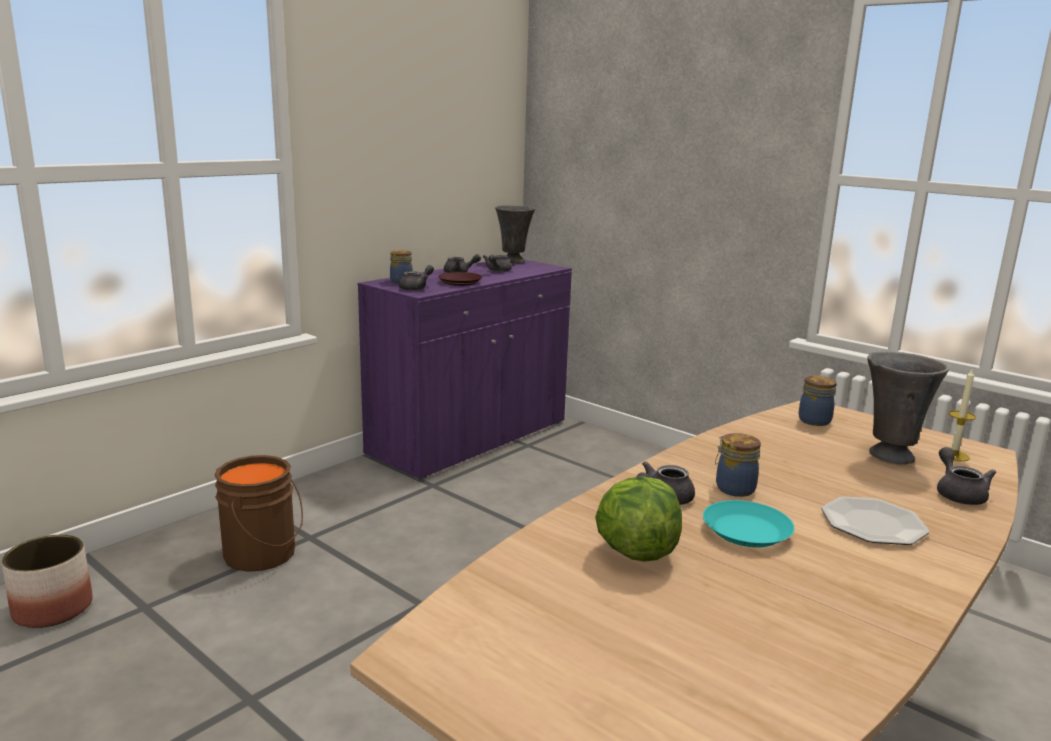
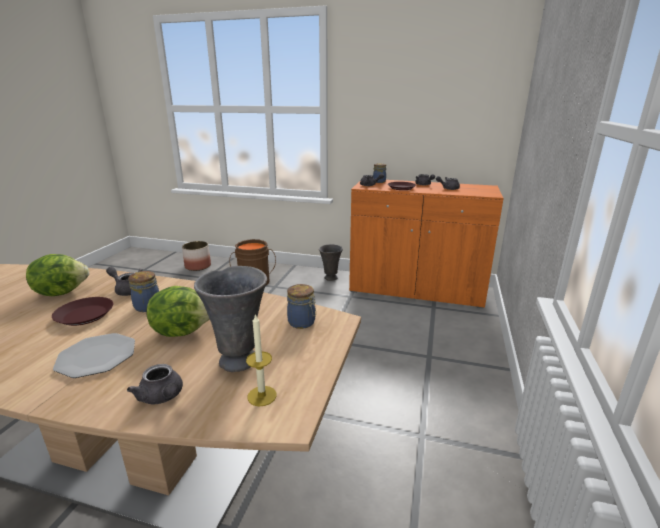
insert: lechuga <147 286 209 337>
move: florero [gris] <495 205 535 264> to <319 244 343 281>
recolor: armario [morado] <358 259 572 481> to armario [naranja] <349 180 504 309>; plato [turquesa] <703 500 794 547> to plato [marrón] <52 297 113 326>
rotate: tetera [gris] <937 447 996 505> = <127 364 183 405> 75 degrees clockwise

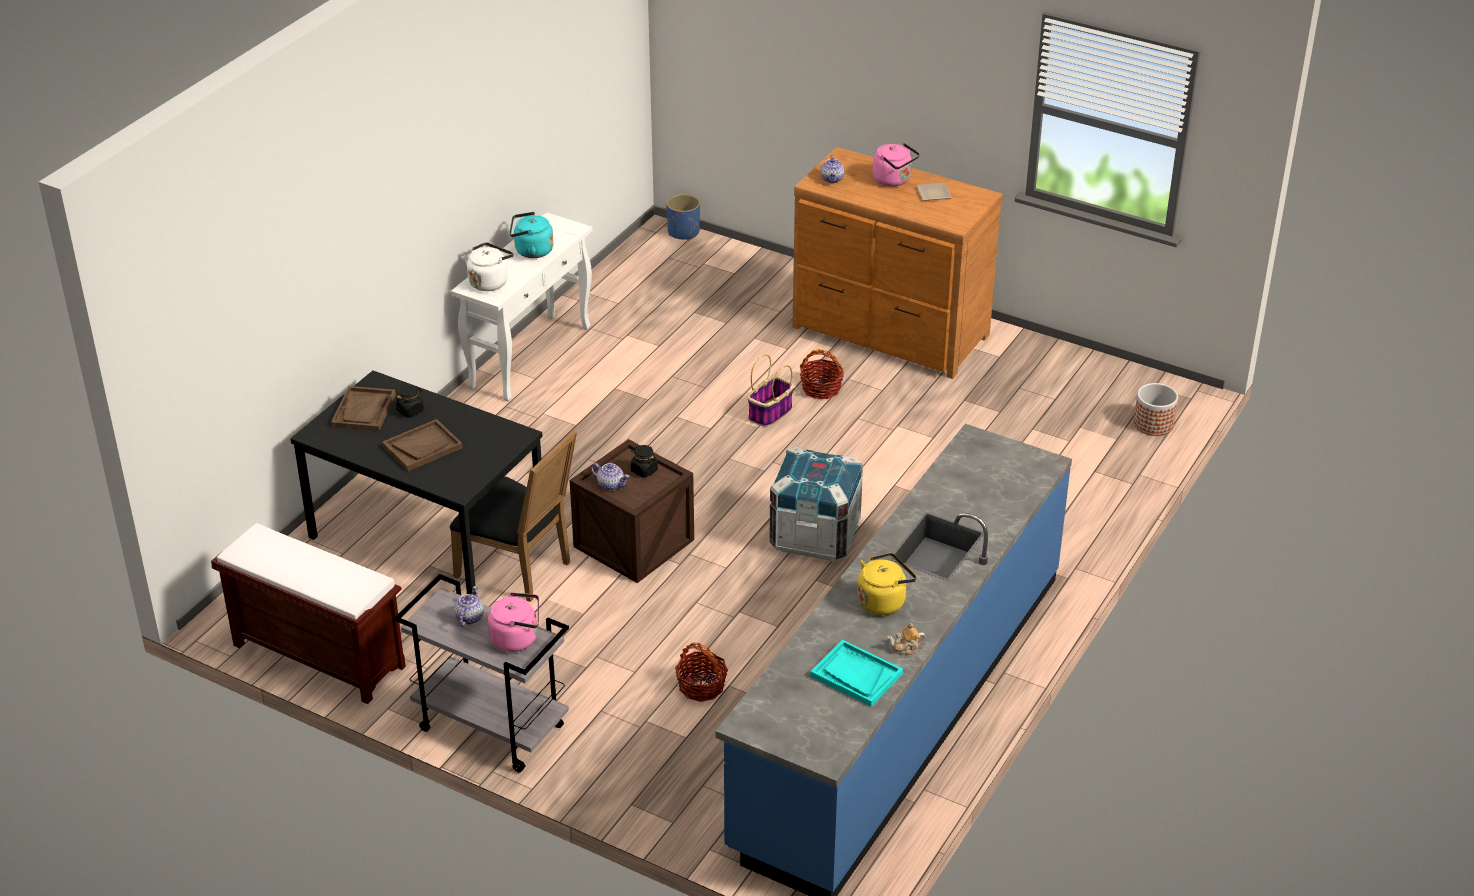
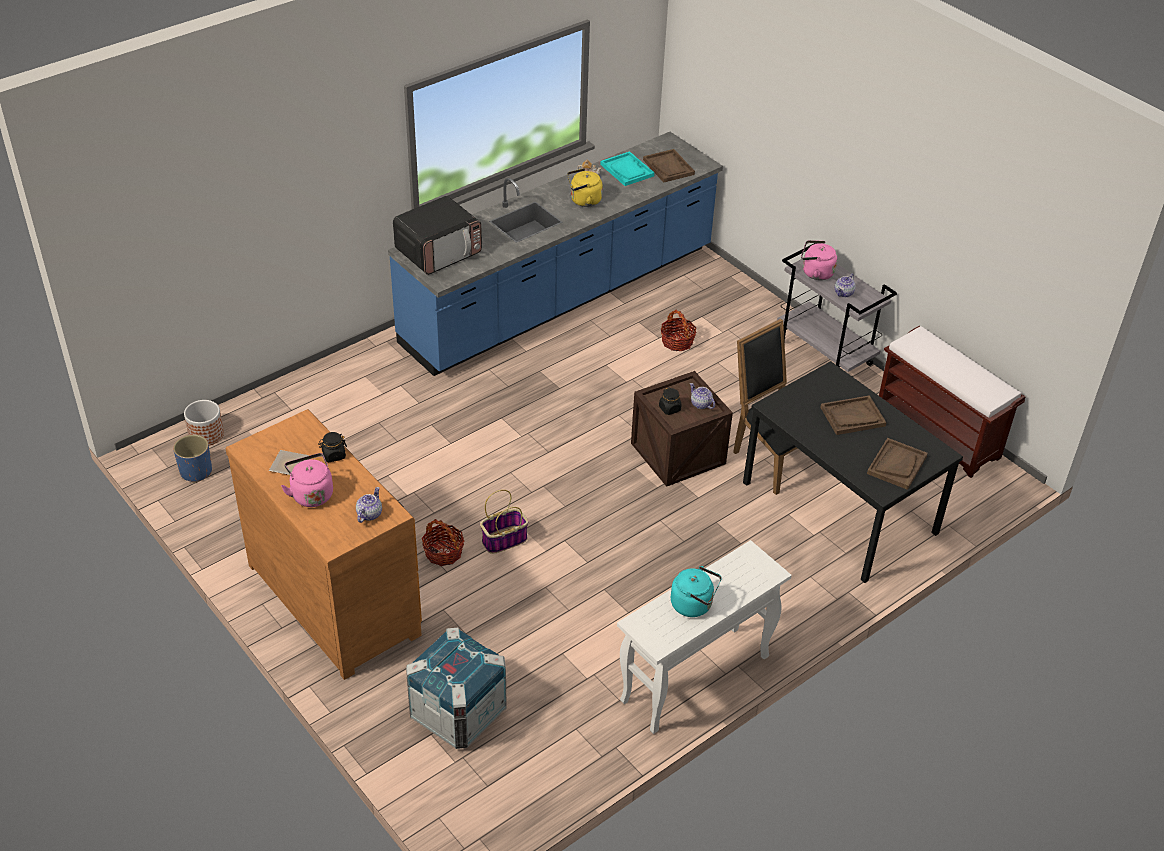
delete: hervidor [blanco] <464 242 514 291>
insert: bandeja [marrón] <643 149 695 183>; microondas <393 196 482 275>
move: maceta [azul] <666 194 700 240> to <173 435 212 483>; tarro [negro] <396 385 424 417> to <318 432 347 462>; caja de embalaje <769 446 863 561> to <406 627 506 749>

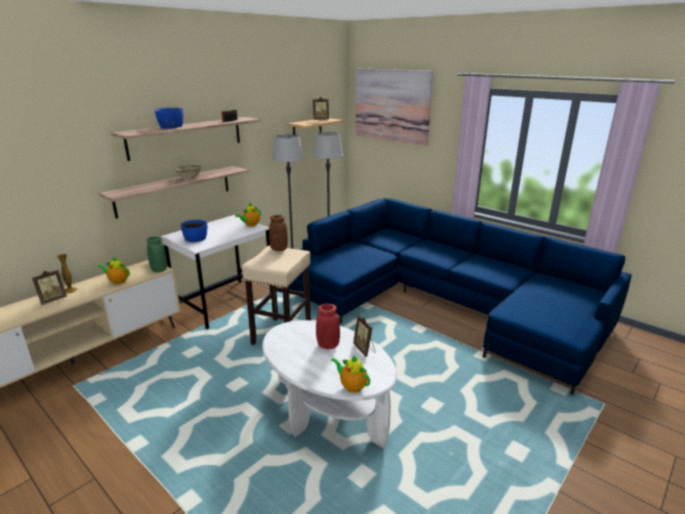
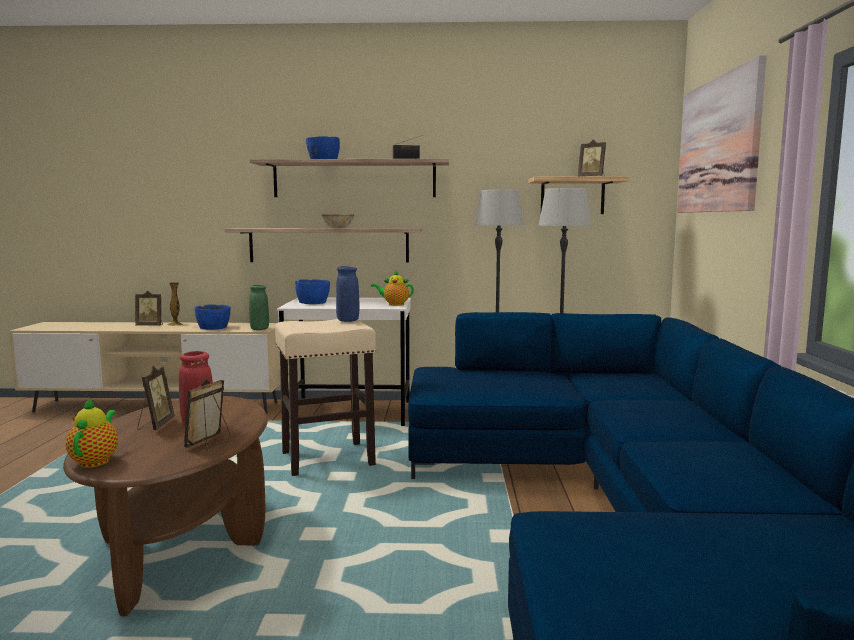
insert: portarretratos <137 366 175 430>
replace: tetera <98 256 130 284> to cuenco [azul] <194 304 231 330>
recolor: florero [marrón] <269 215 288 251> to florero [azul] <336 266 359 322>; mesa de centro [blanco] <262 320 397 448> to mesa de centro [marrón] <63 396 268 616>

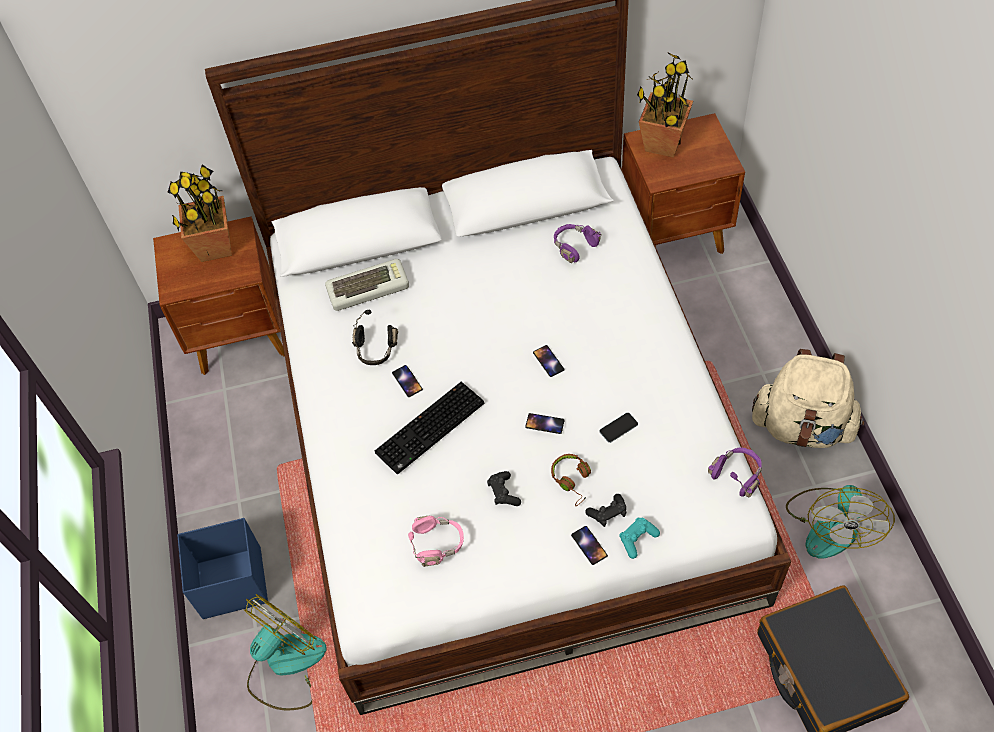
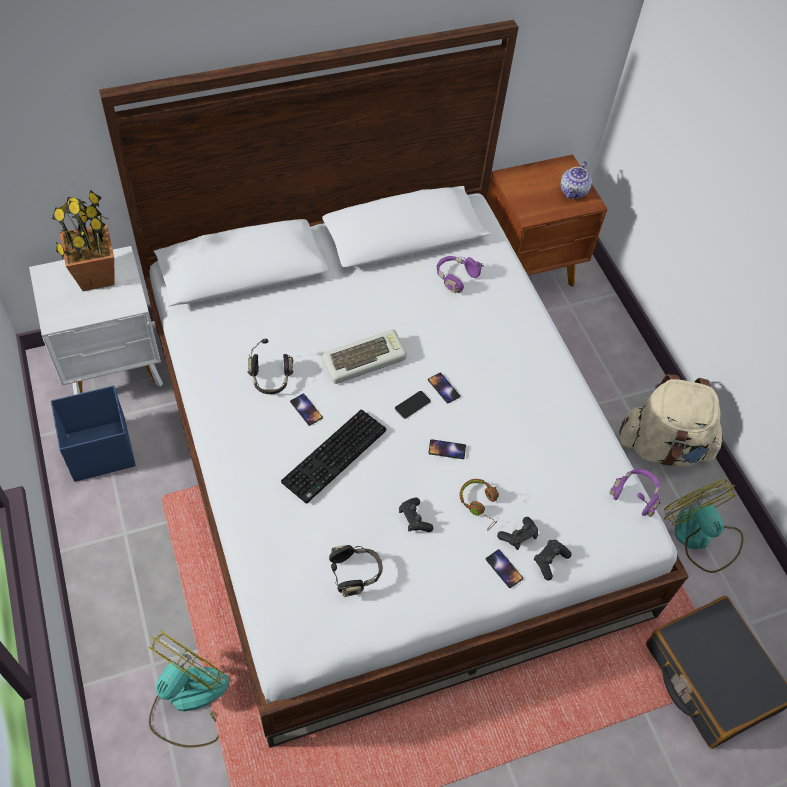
delete: planta en maceta <637 53 694 157>
insert: tetera <560 161 592 199>
move: teclado <325 259 409 311> to <322 330 407 384>; móvil <600 413 638 443> to <395 391 431 419>; caja de almacenaje [azul] <177 518 268 619> to <51 385 136 482>
recolor: mesita de noche [marrón] <153 216 285 375> to mesita de noche [blanco] <29 246 163 395>; auriculares [rosa] <408 516 464 567> to auriculares [negro] <329 545 383 597>; mando de consola [turquesa] <619 517 660 559> to mando de consola [negro] <534 540 572 581>
rotate: ventilador <786 485 895 559> = <664 479 743 573> 150 degrees clockwise

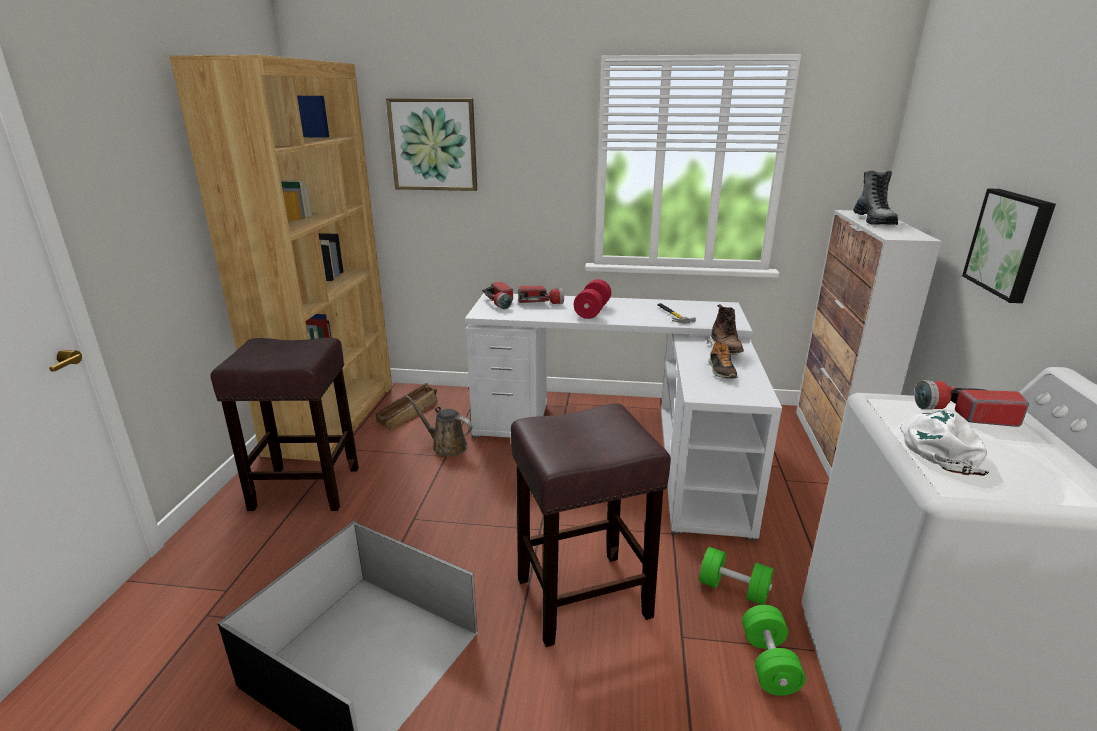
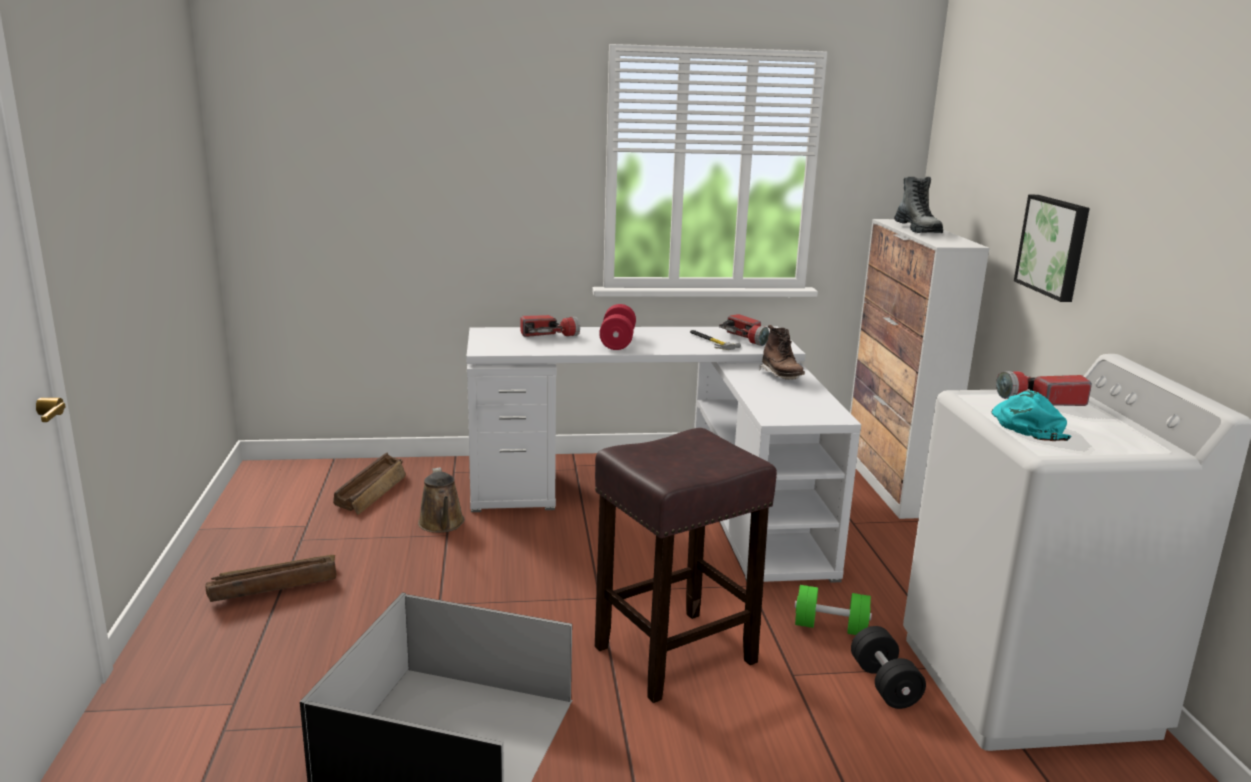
delete: estantería [marrón] <169 55 392 461>; cuadro <386 98 477 191>; zapato <708 342 738 378>
move: linterna <482 282 513 309> to <719 314 769 346>
replace: taburete [marrón] <210 338 359 511> to caja de embalaje <206 555 337 602>
recolor: gorra [blanco] <900 410 989 476> to gorra [turquesa] <991 390 1071 441>; mancuerna [verde] <742 605 806 696> to mancuerna [negro] <851 626 926 709>
rotate: regadera [marrón] <406 395 473 457> = <418 467 465 533> 120 degrees counterclockwise

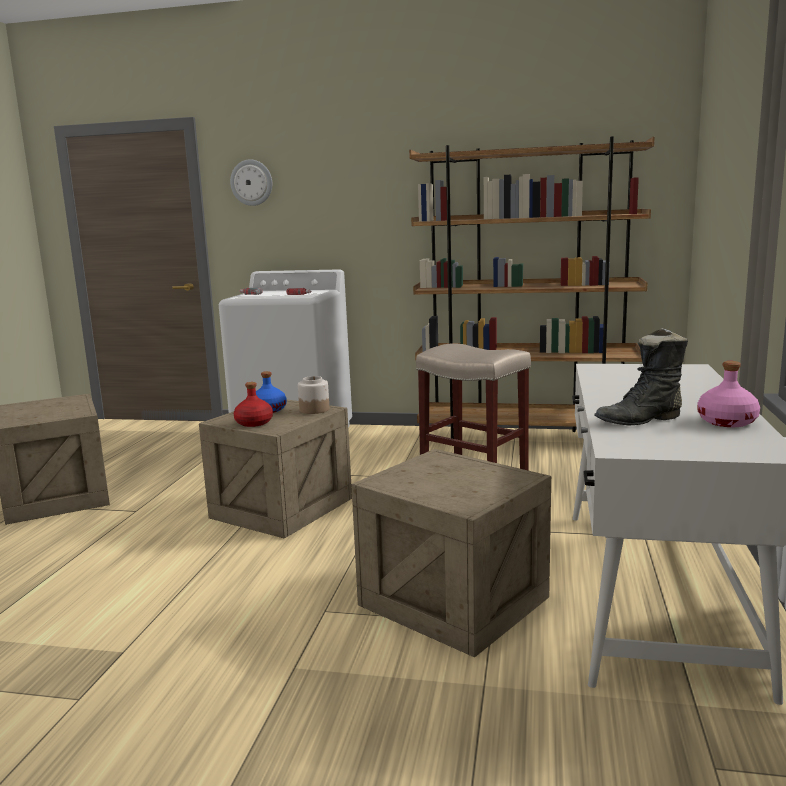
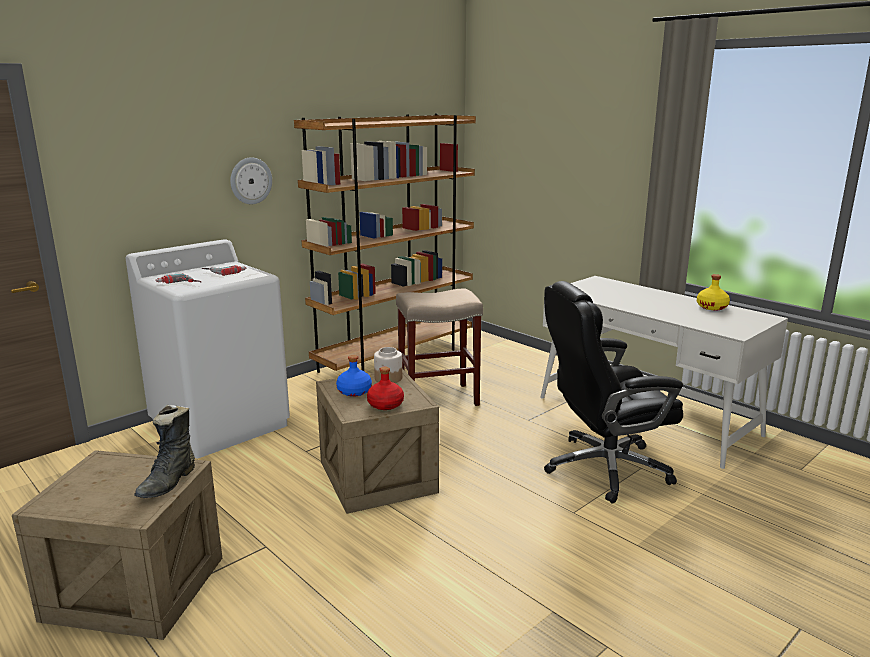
move: reloj de pared <230 159 272 206> to <230 157 272 204>; bota [negro] <594 328 688 425> to <134 405 195 498>
replace: caja de embalaje <351 449 551 658> to silla de oficina [negro] <544 281 683 504>
recolor: botella [rosa] <697 361 760 427> to botella [amarillo] <697 274 730 310>

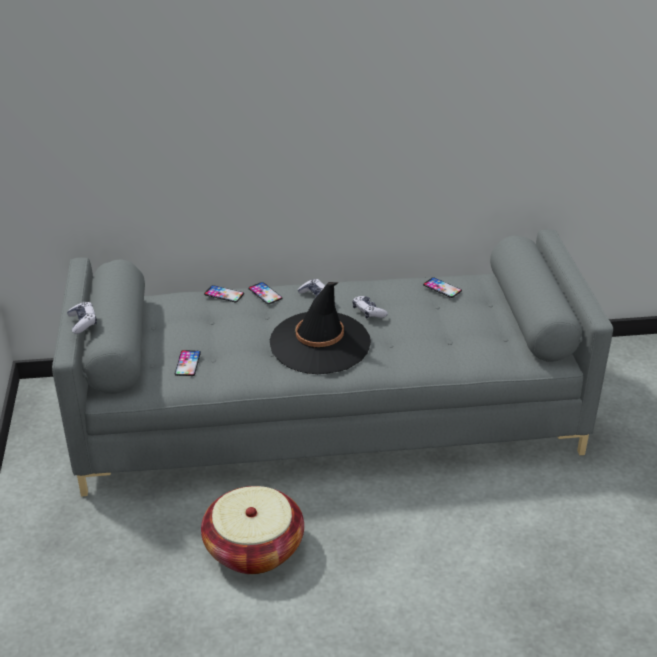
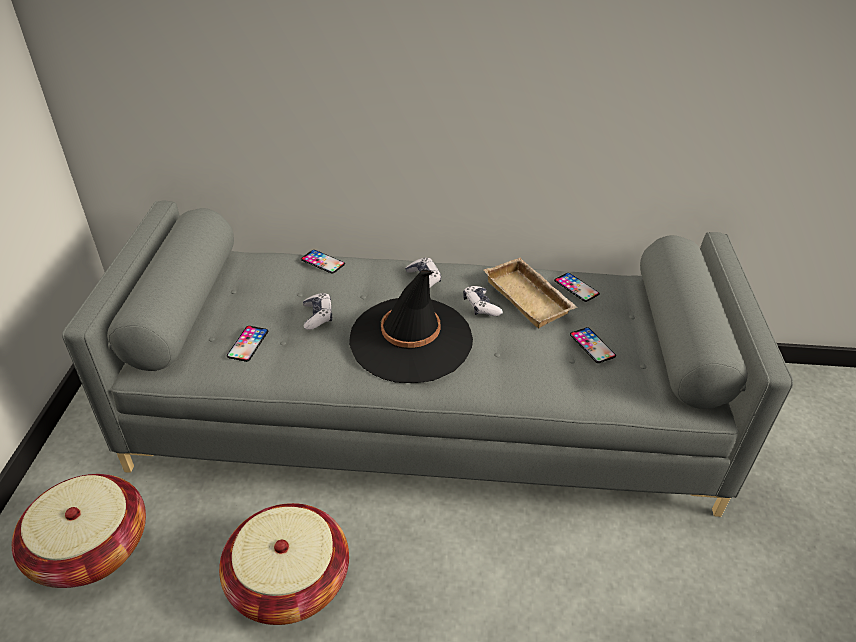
insert: bandeja [beis] <484 258 578 328>; cesta <12 474 146 588>
move: móvil <248 282 283 304> to <570 327 616 363>; mando de consola <67 302 97 334> to <303 293 332 330>

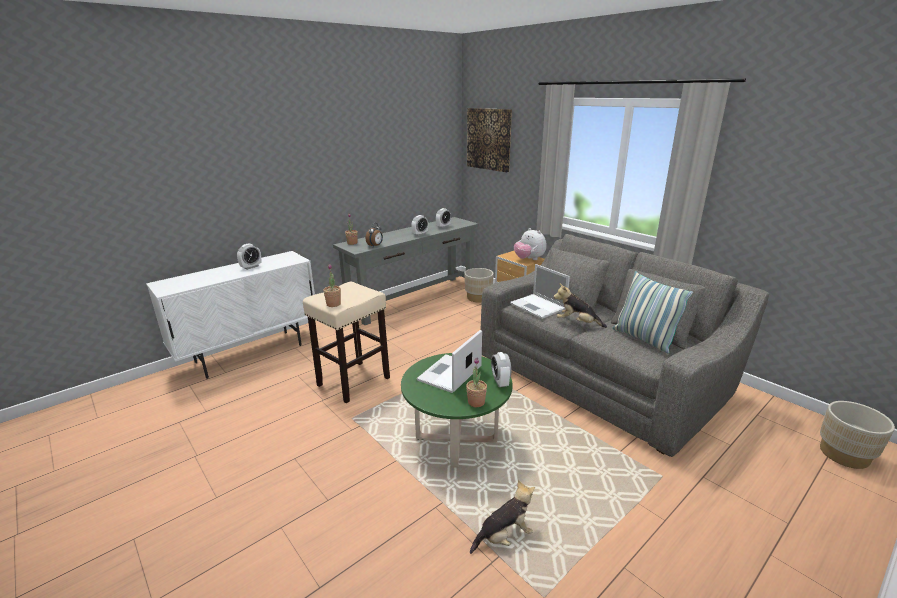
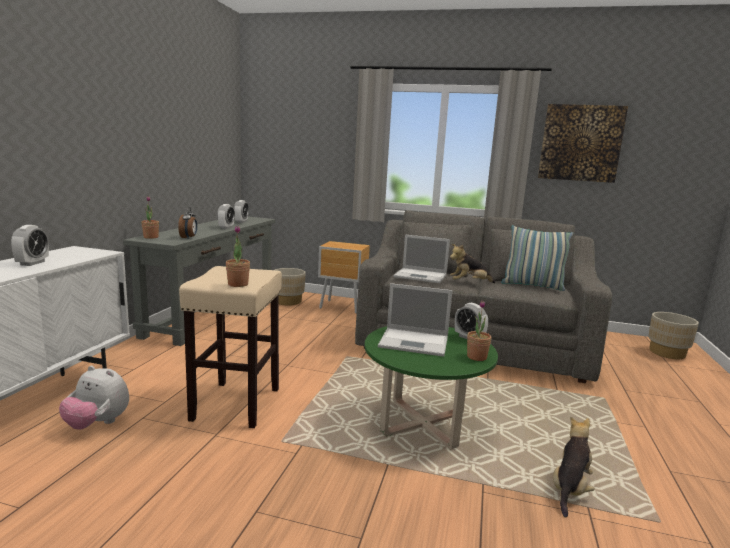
move: cuadro <467 108 512 172> to <538 104 628 183>; peluche <514 228 546 260> to <59 366 129 430>
rotate: portátil <417 330 482 393> = <378 283 452 357> 75 degrees counterclockwise

